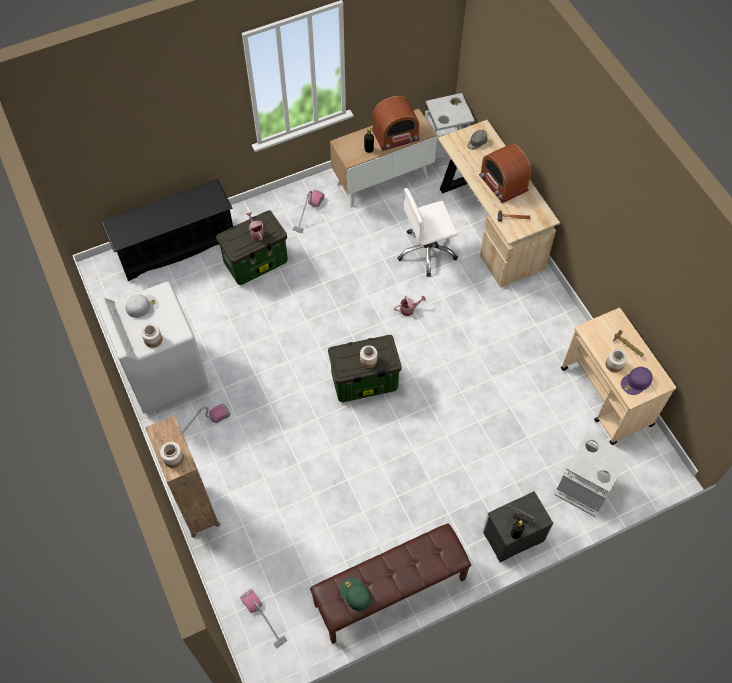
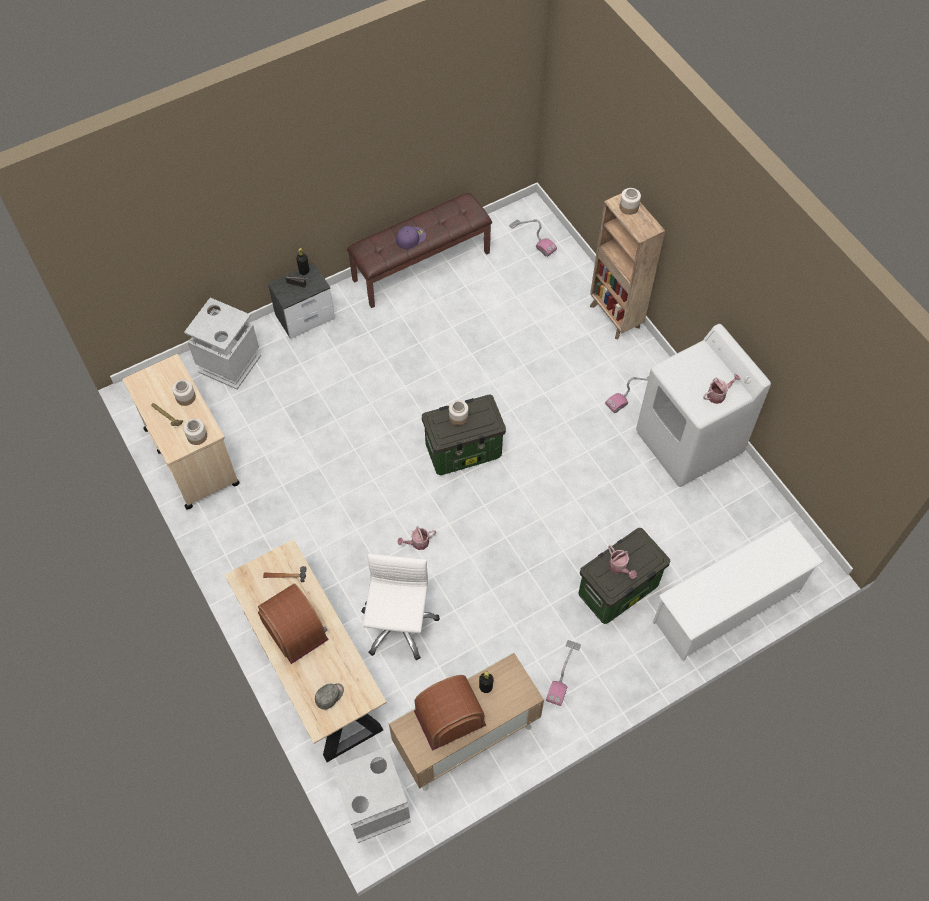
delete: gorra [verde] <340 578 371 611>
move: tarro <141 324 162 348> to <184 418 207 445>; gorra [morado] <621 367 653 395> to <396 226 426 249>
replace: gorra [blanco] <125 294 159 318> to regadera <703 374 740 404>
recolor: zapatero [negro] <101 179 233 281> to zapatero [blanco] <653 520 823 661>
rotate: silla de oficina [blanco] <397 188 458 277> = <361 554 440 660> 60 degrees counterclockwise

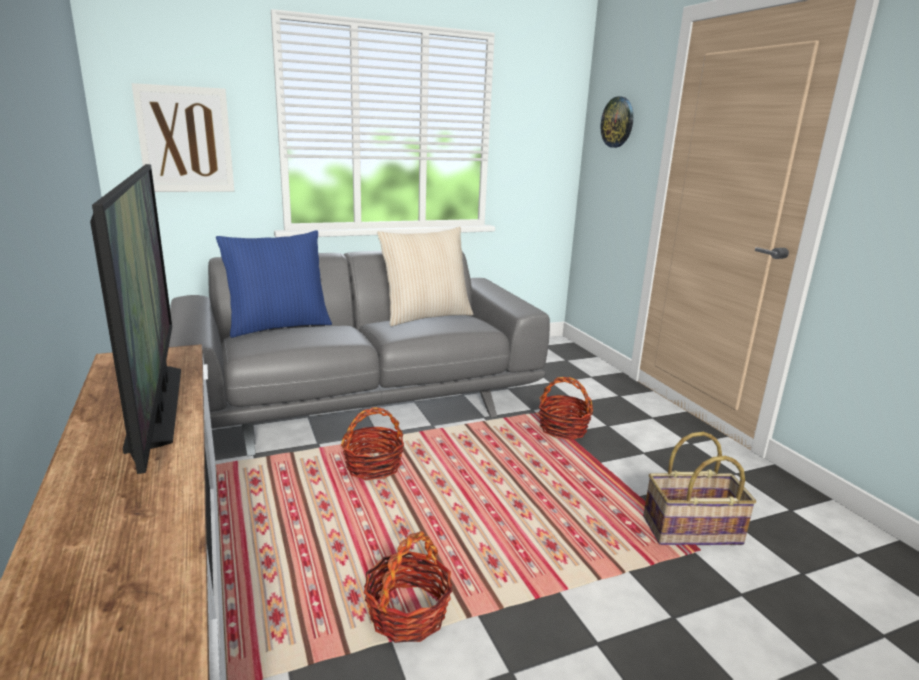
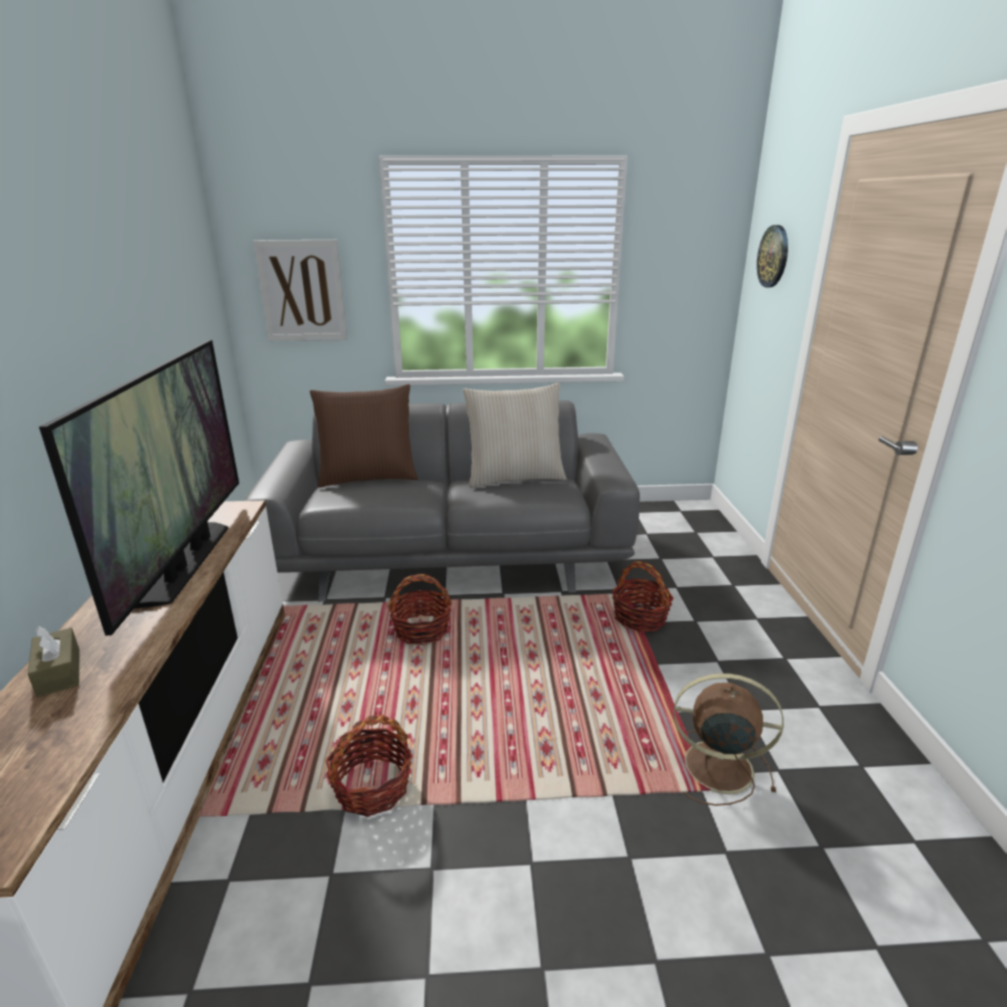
insert: caja de pañuelos [marrón] <28 626 80 697>
replace: cesta <643 432 756 545> to ventilador [marrón] <674 673 784 806>
recolor: cojín [azul] <216 230 332 338> to cojín [marrón] <310 384 418 487>

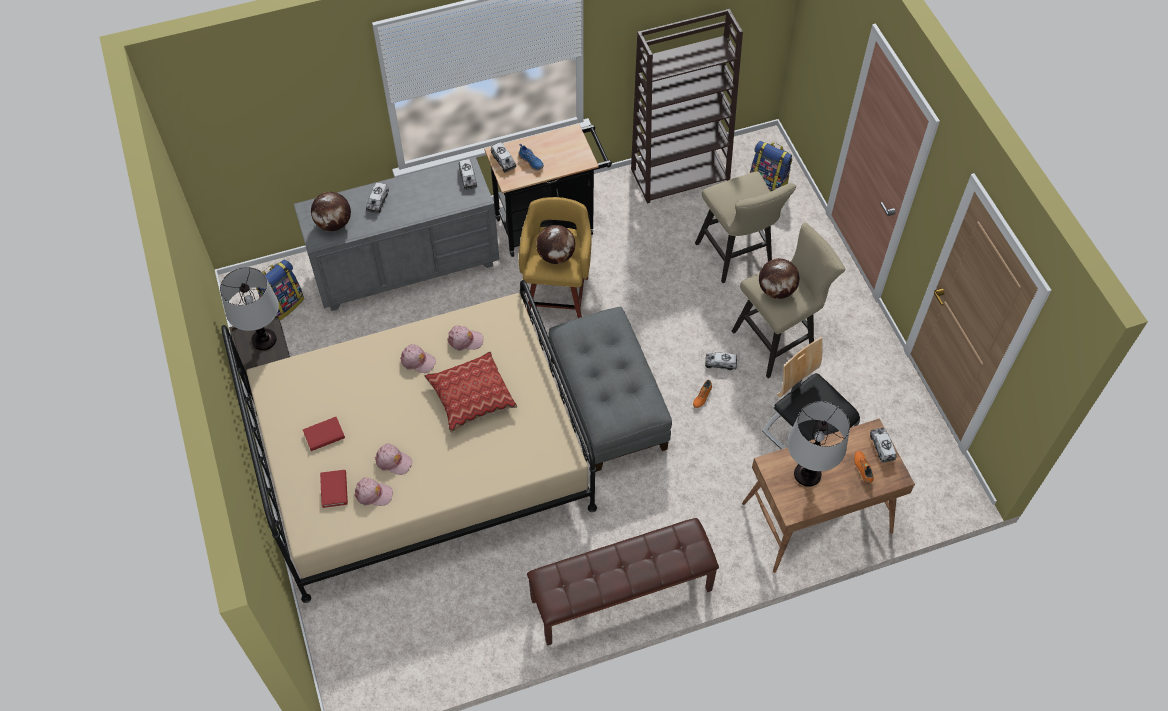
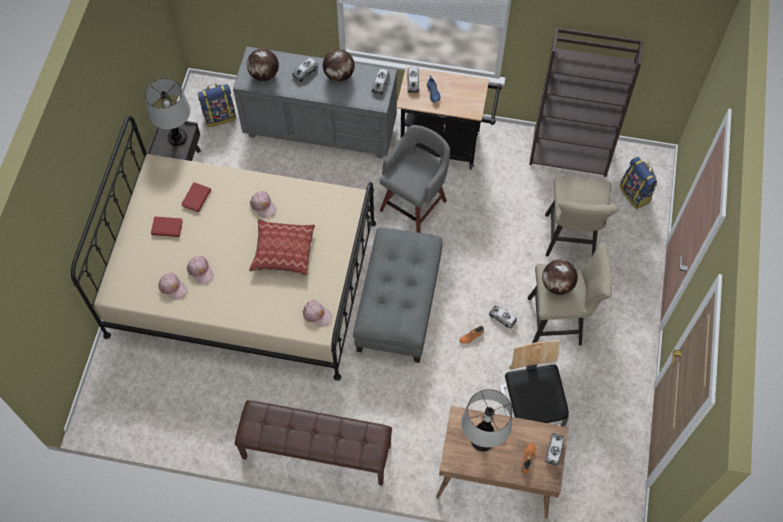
move: globo terráqueo <536 225 575 264> to <323 49 355 82>; gorra [rosa] <448 326 484 351> to <302 300 332 327>; libro [rojo] <320 470 348 508> to <181 182 211 212>
recolor: taburete [amarillo] <519 197 592 318> to taburete [gris] <380 125 450 233>

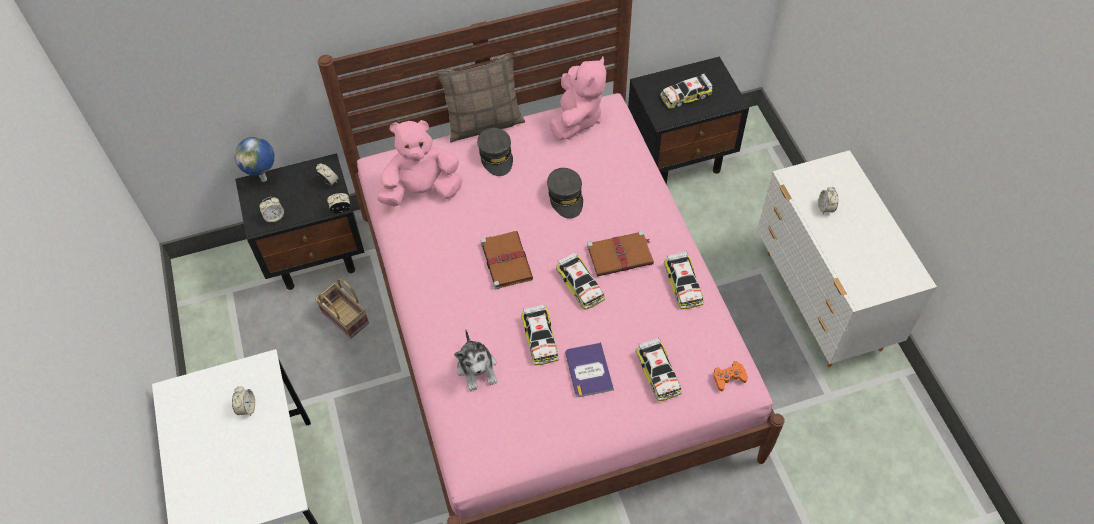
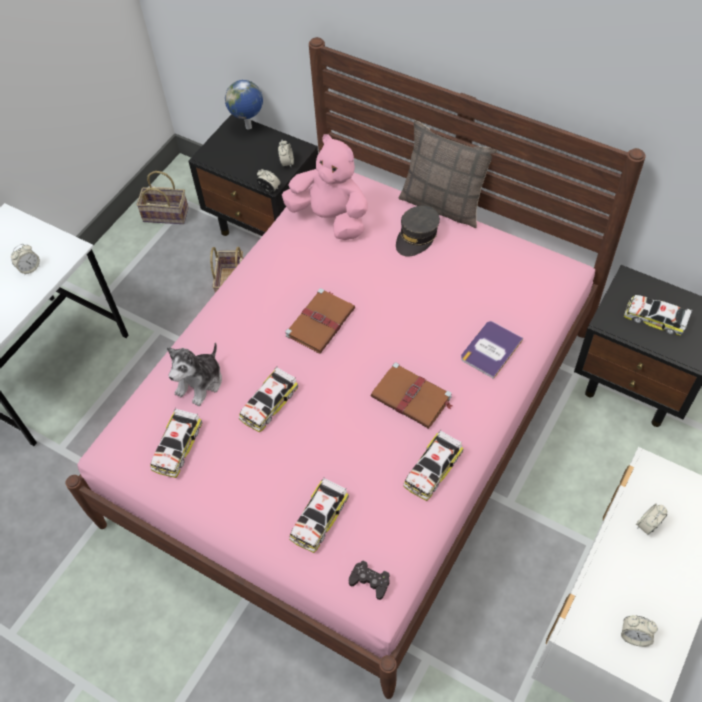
delete: peluche [rosa] <549 57 606 140>; gorra [gris] <547 168 583 219>
insert: cesta <136 171 189 224>
move: despertador <260 197 284 223> to <621 615 657 647>; coche de juguete <556 252 605 310> to <150 408 202 478>; libro <565 342 614 397> to <461 321 523 379>
recolor: mando de consola [naranja] <713 361 748 391> to mando de consola [negro] <349 560 390 600>

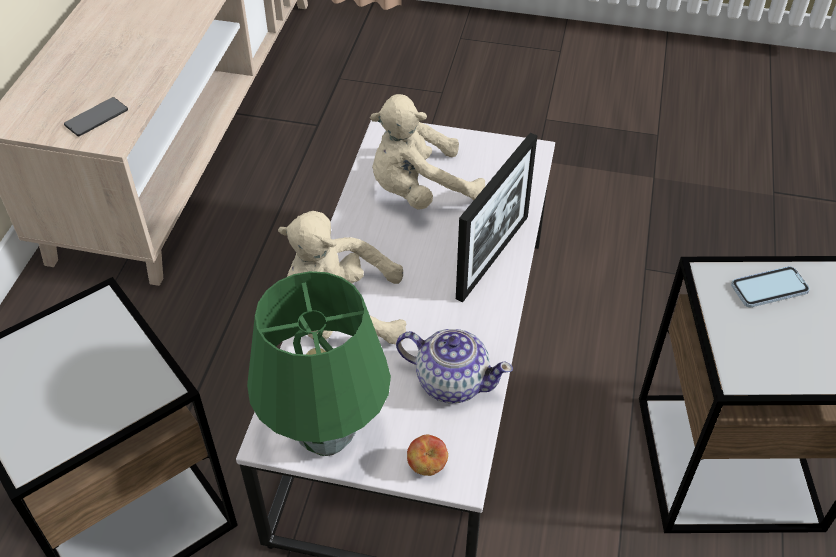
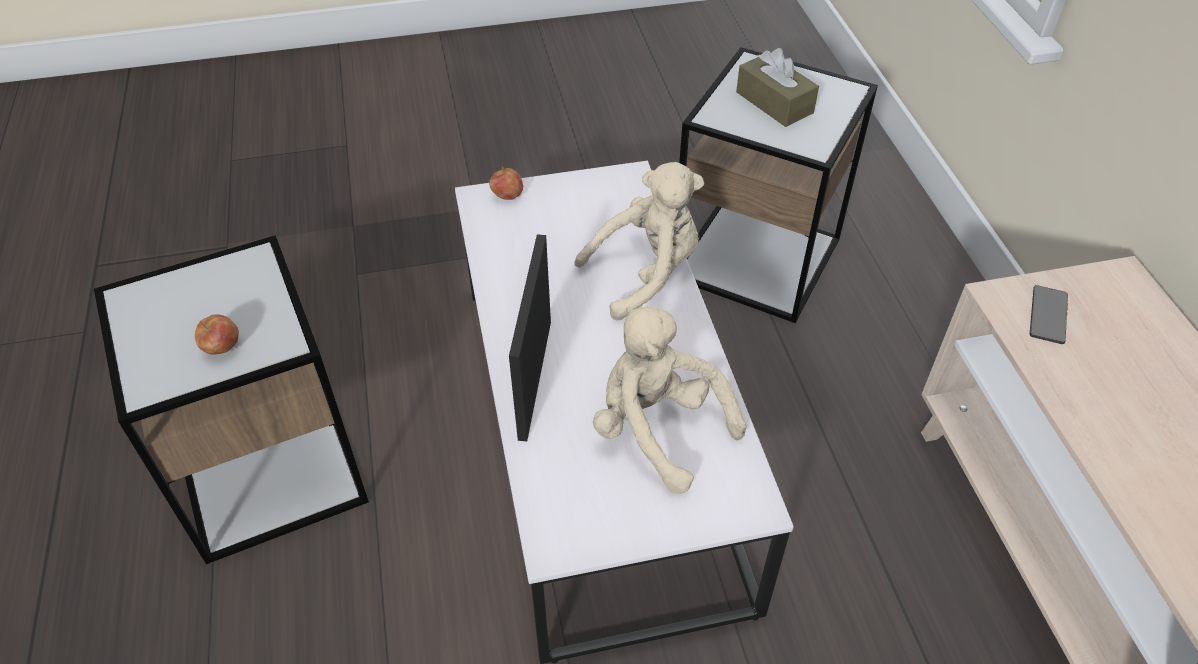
delete: lámpara de mesa [verde] <247 271 391 456>; tetera <396 329 513 403>
insert: caja de pañuelos [marrón] <736 48 819 127>
replace: móvil <731 266 810 307> to manzana <195 314 239 355>
rotate: peluche [beis] <370 94 485 210> = <593 306 747 494> 90 degrees counterclockwise

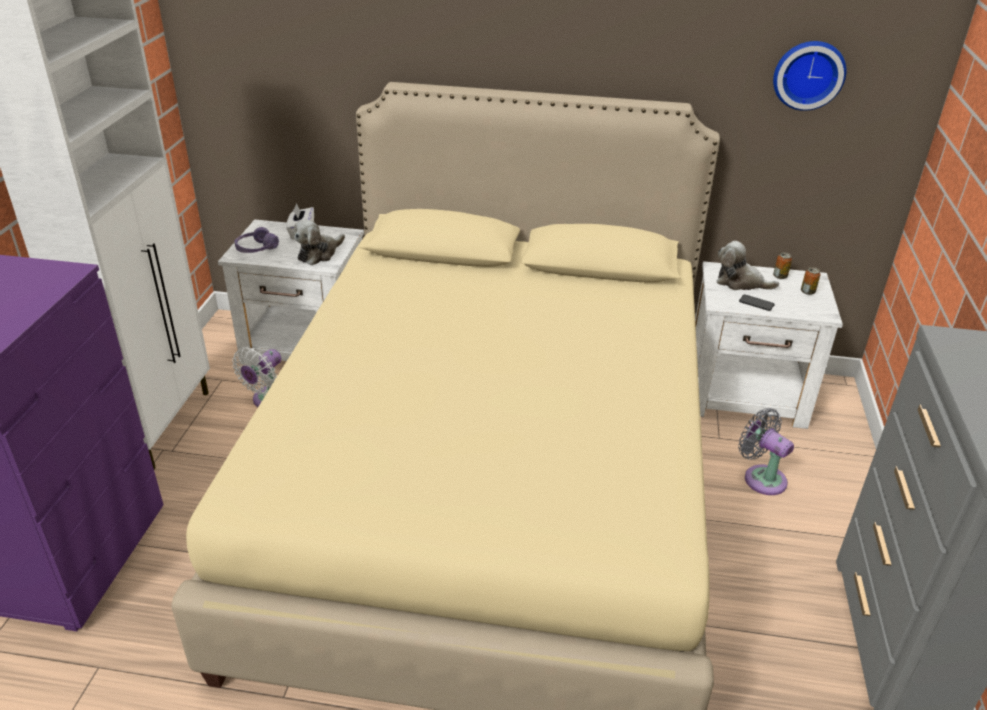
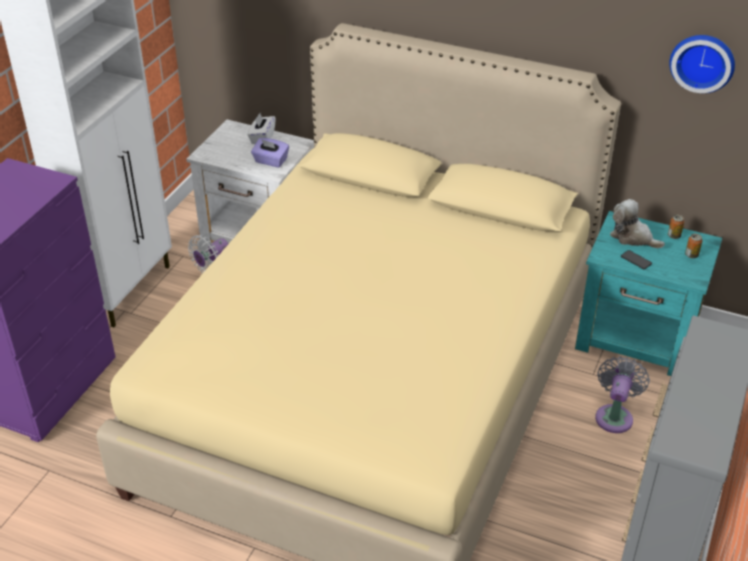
delete: auriculares [morado] <234 227 279 253>
replace: peluche <293 220 345 265> to caja de pañuelos [morado] <251 138 289 167>
recolor: mesita de noche [blanco] <695 261 843 429> to mesita de noche [turquesa] <575 211 723 376>
rotate: ventilador [gris] <738 408 794 495> = <595 356 650 433> 45 degrees clockwise

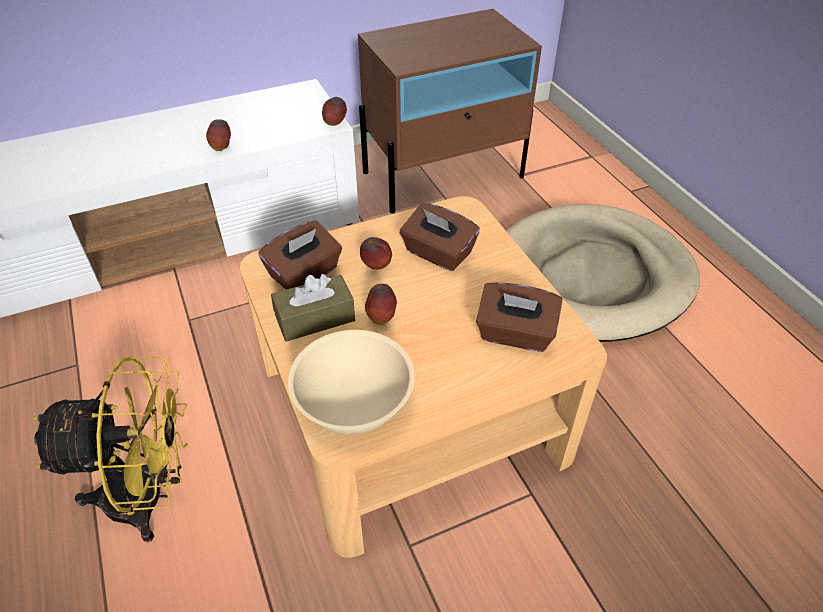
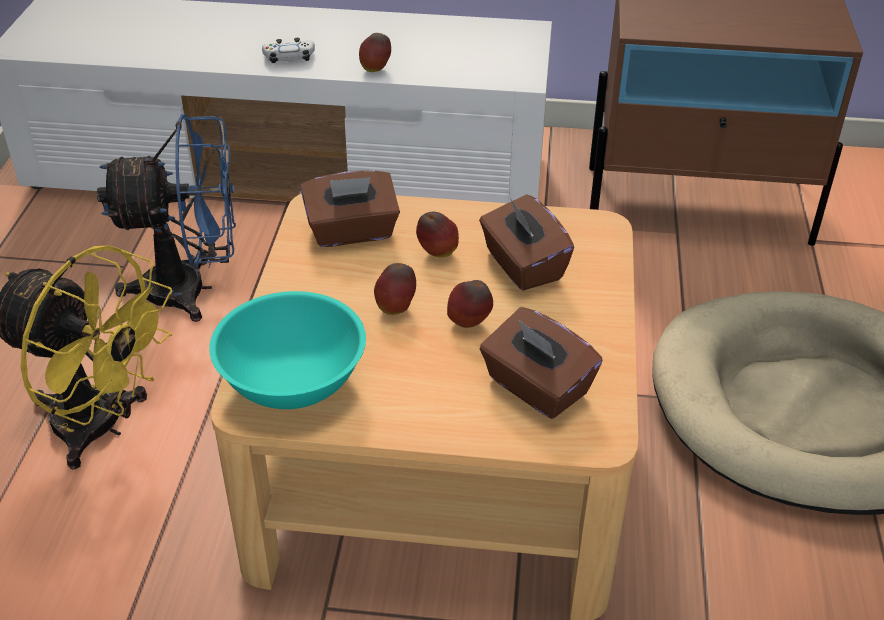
delete: caja de pañuelos [marrón] <271 274 355 342>
insert: mando de consola [blanco] <262 38 315 63>; ventilador [azul] <97 114 236 322>
move: manzana <322 97 347 126> to <447 280 493 328>
recolor: cuenco [beis] <288 330 415 434> to cuenco [turquesa] <209 291 366 409>

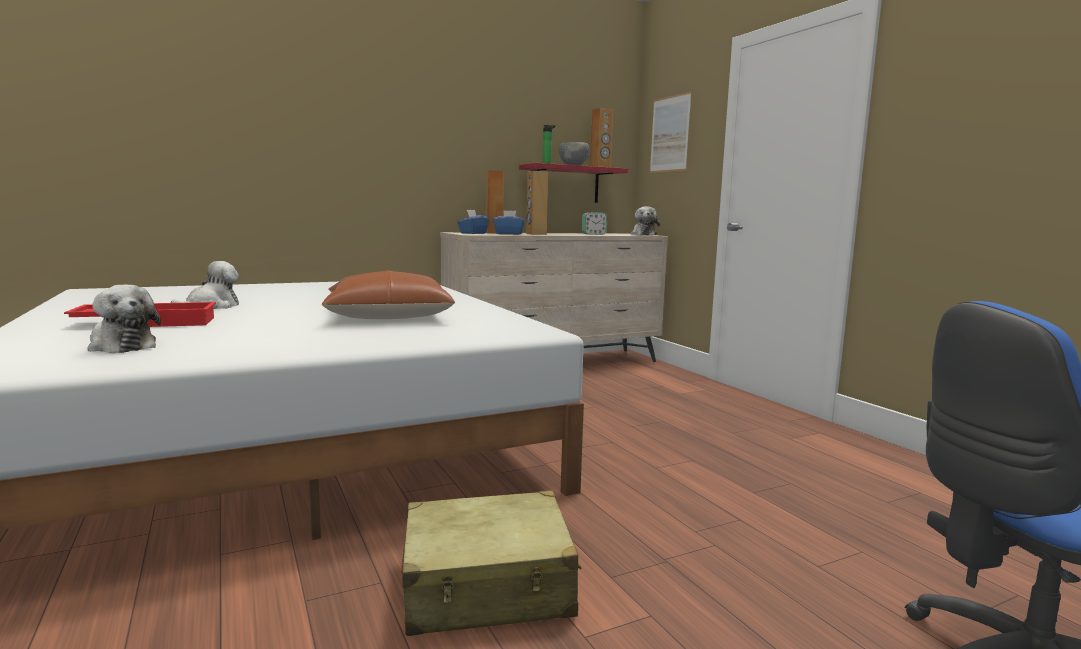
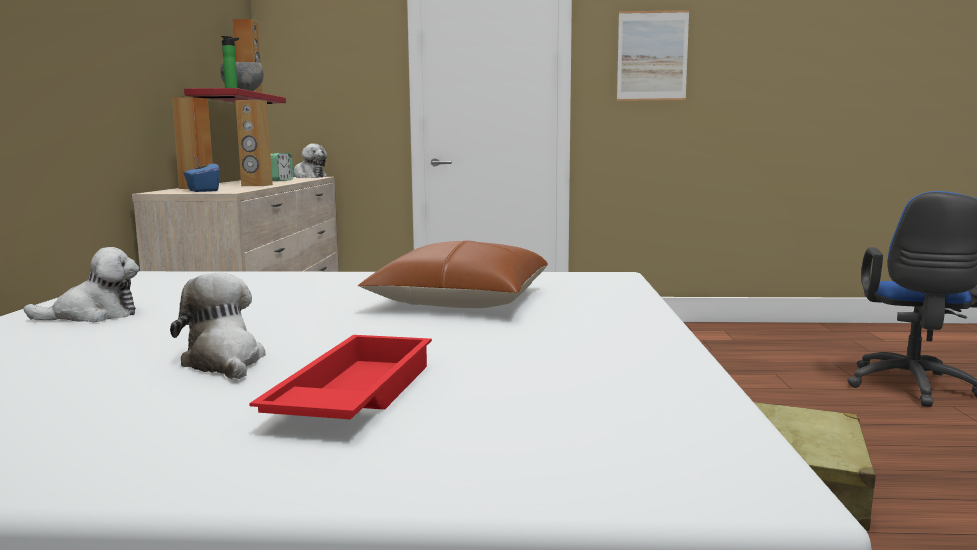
delete: caja de pañuelos [azul] <493 211 525 235>
move: cuadro <650 92 692 173> to <617 10 689 101>; peluche <88 285 161 353> to <24 247 139 323>

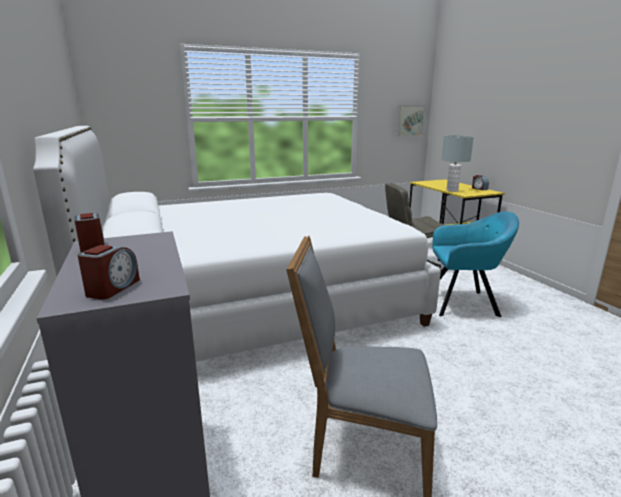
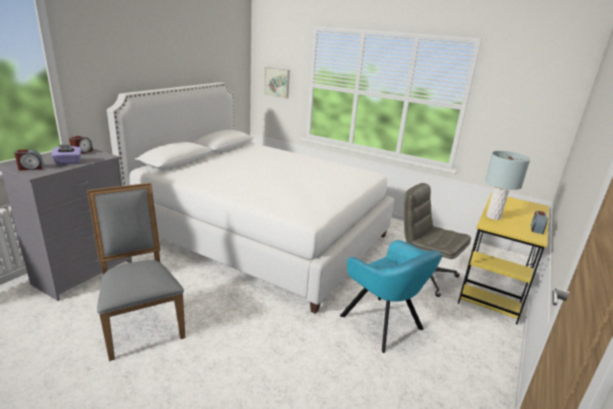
insert: caja de pañuelos [morado] <51 144 82 165>
move: cuadro <396 105 425 136> to <264 67 290 99>

